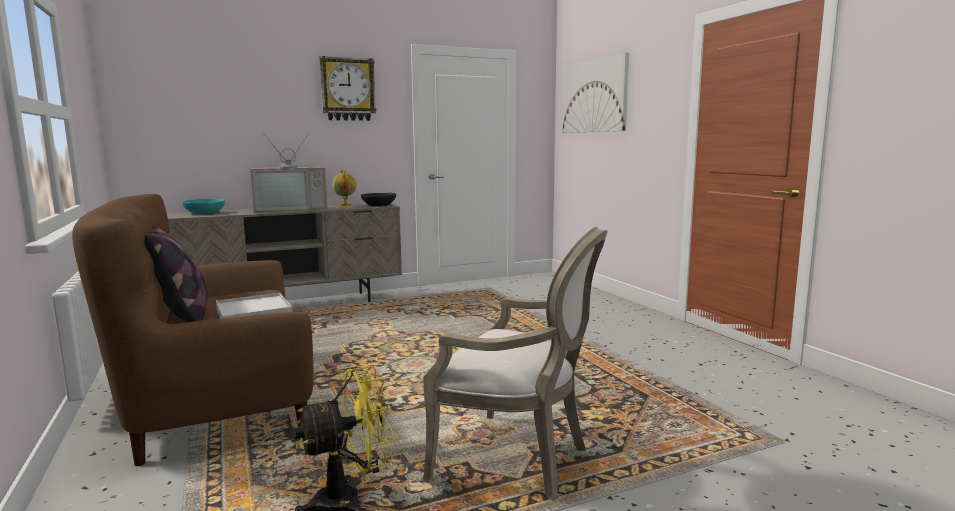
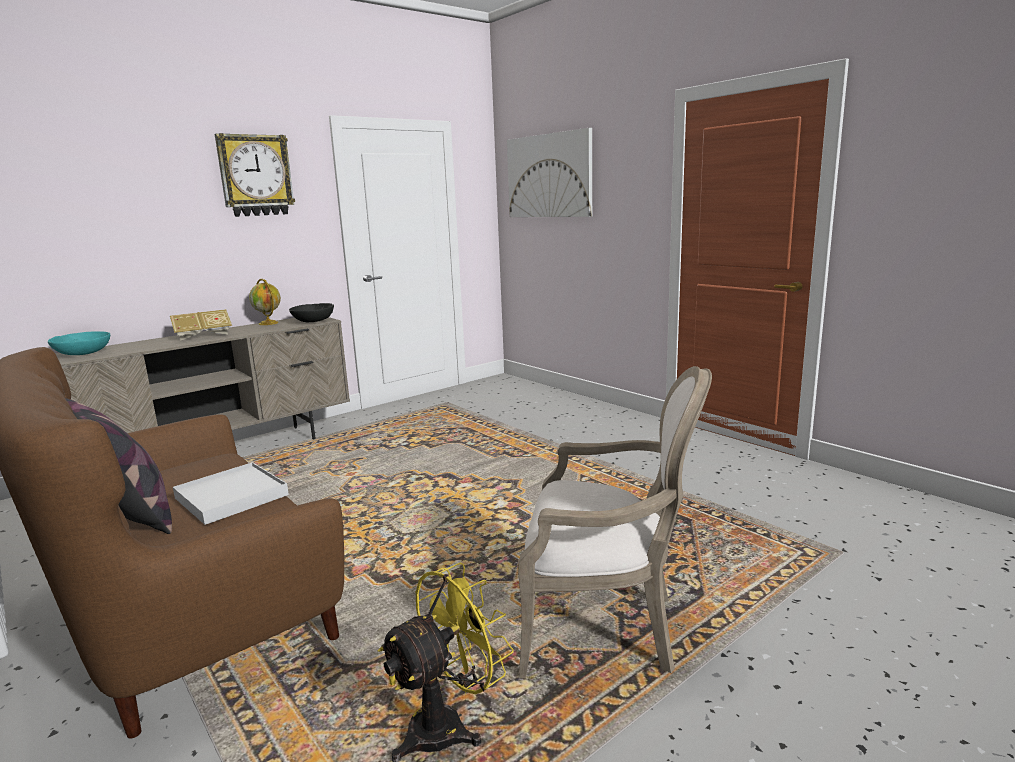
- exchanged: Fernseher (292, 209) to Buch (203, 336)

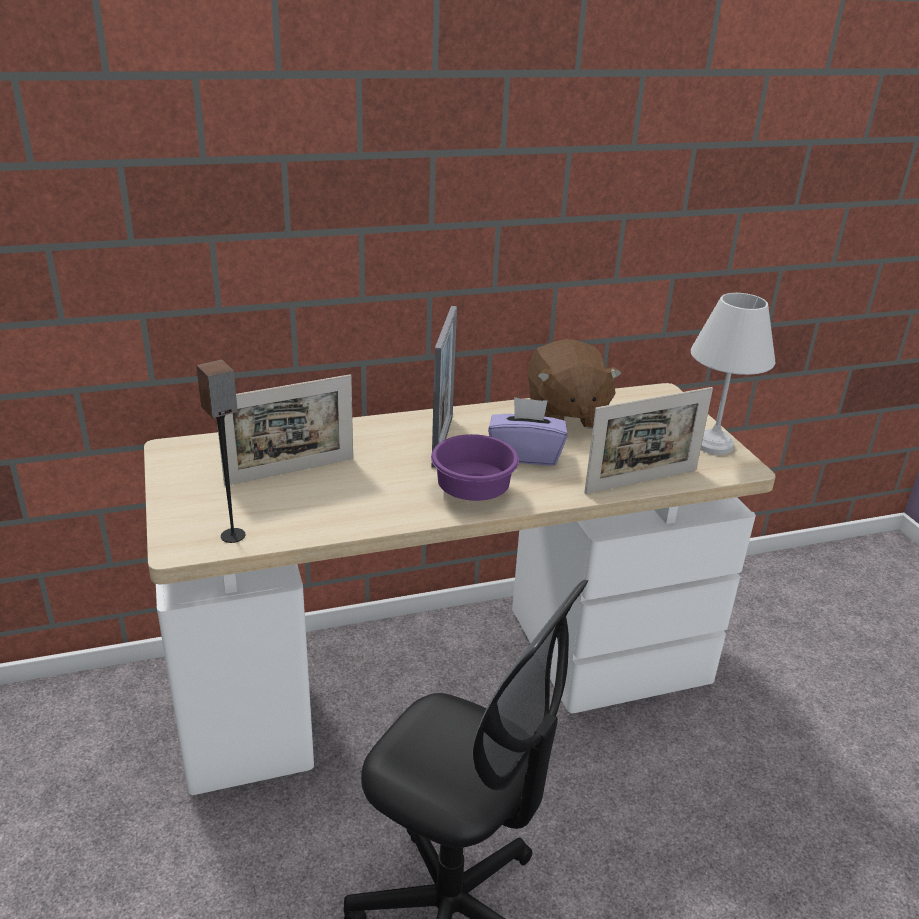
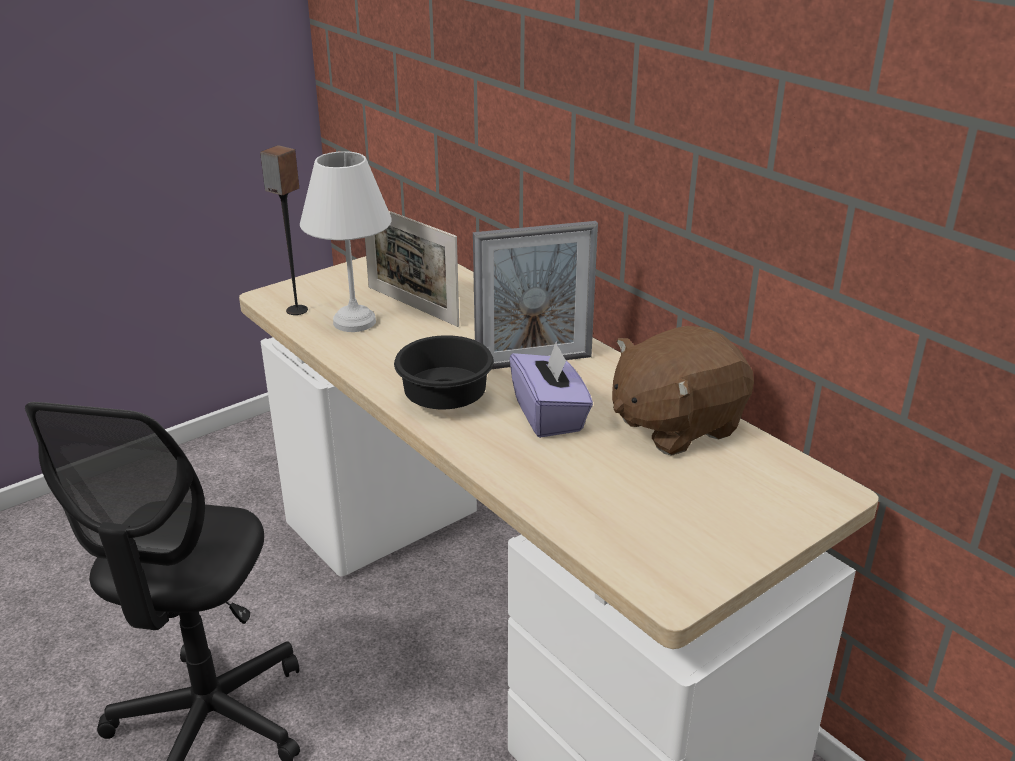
- relocated: Tischlampe/weiß (714, 446) to (352, 322)
- colour: Schüssel/lila (473, 493) to Schüssel/schwarz (442, 400)
- missing: Bilderrahmen (641, 481)

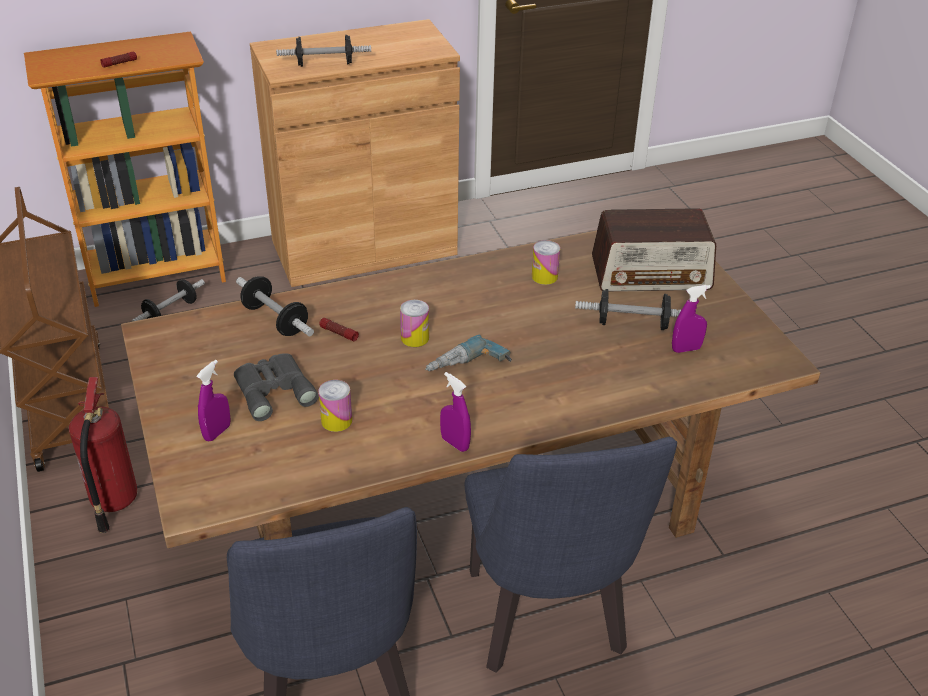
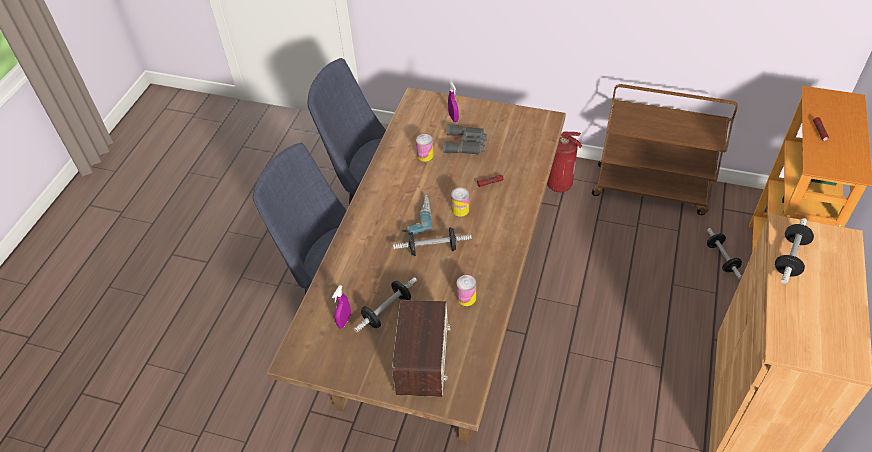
- spun: Radio (651, 273) = (422, 357) 150 degrees clockwise
- relocated: Hantel (275, 320) to (432, 249)
- missing: Sprühflasche/lila (455, 443)

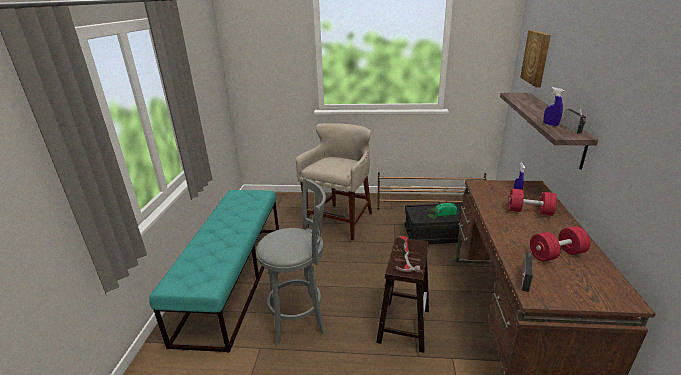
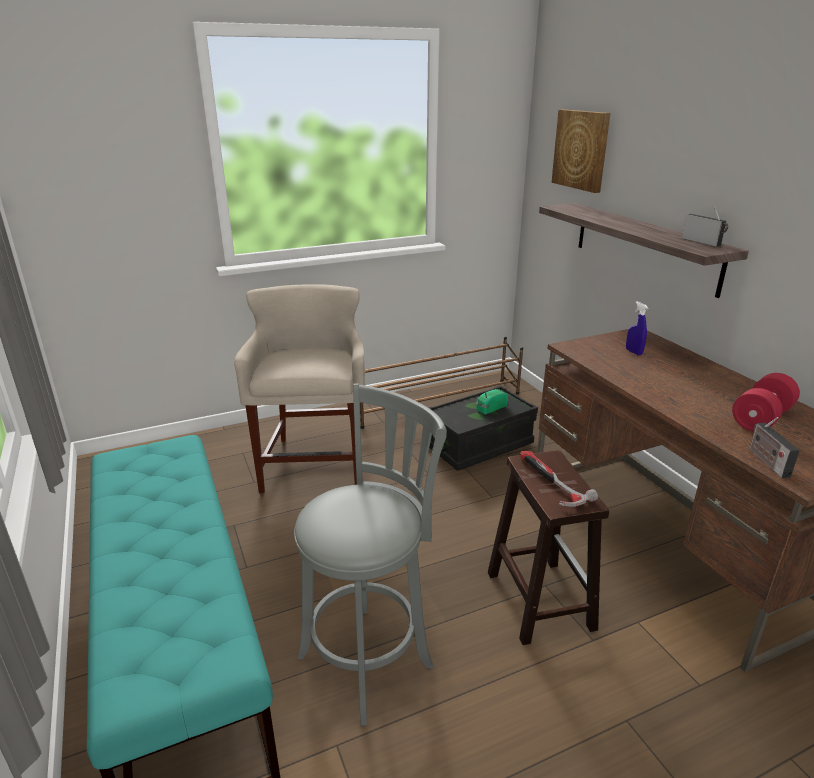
- missing: Hantel/rot (529, 211)
- missing: Sprühflasche/blau (550, 124)

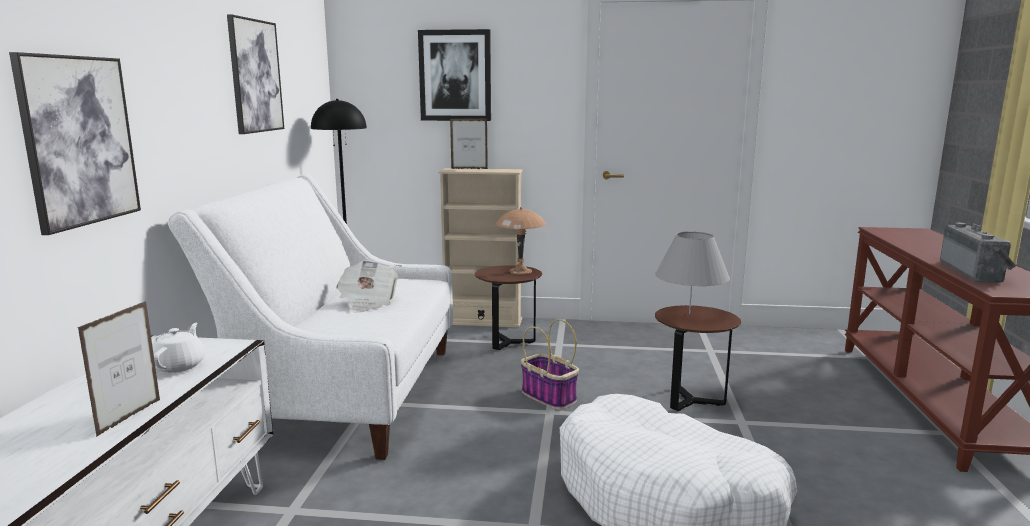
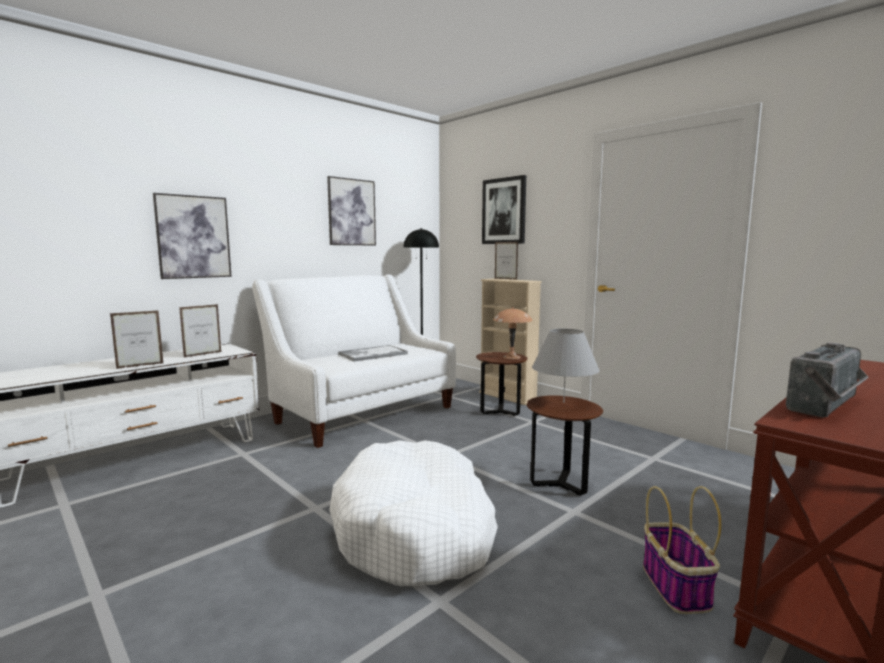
- exchanged: Teekanne/weiß (179, 365) to Bilderrahmen (203, 354)
- exchanged: Zeitung (367, 302) to Tablett (372, 354)
- relocated: Korb (550, 397) to (676, 587)

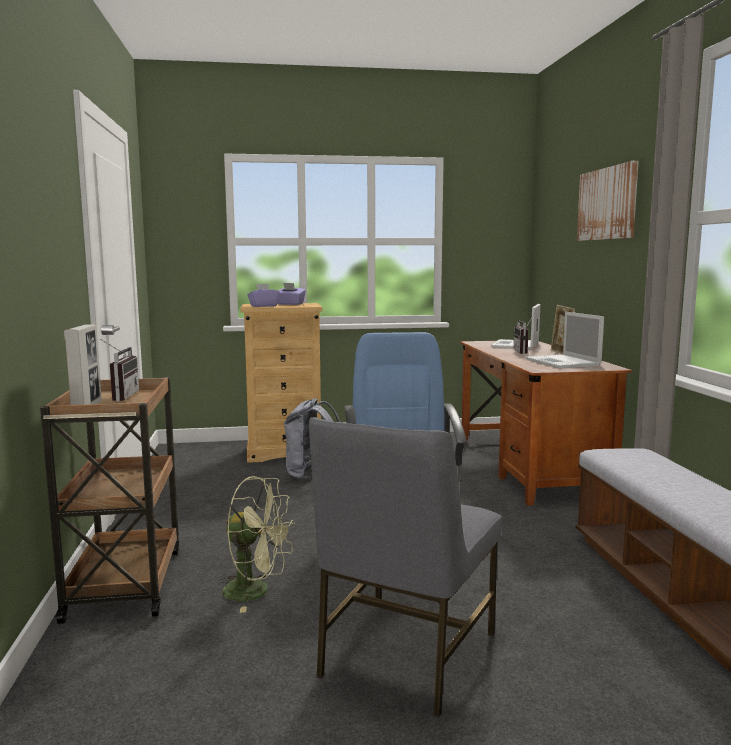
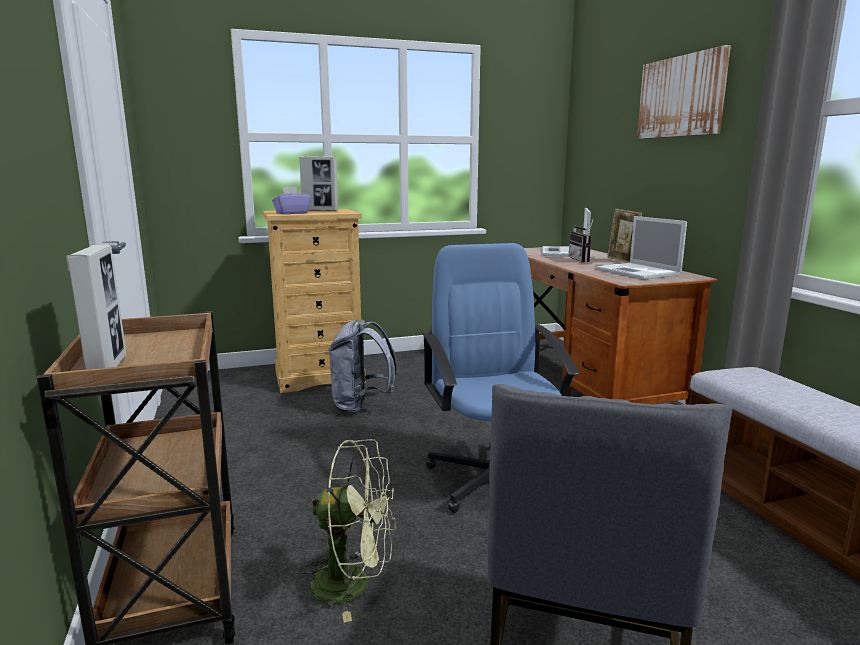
- exchanged: Taschentuchbox/lila (290, 304) to Bilderrahmen (320, 211)
- missing: Radio (120, 396)

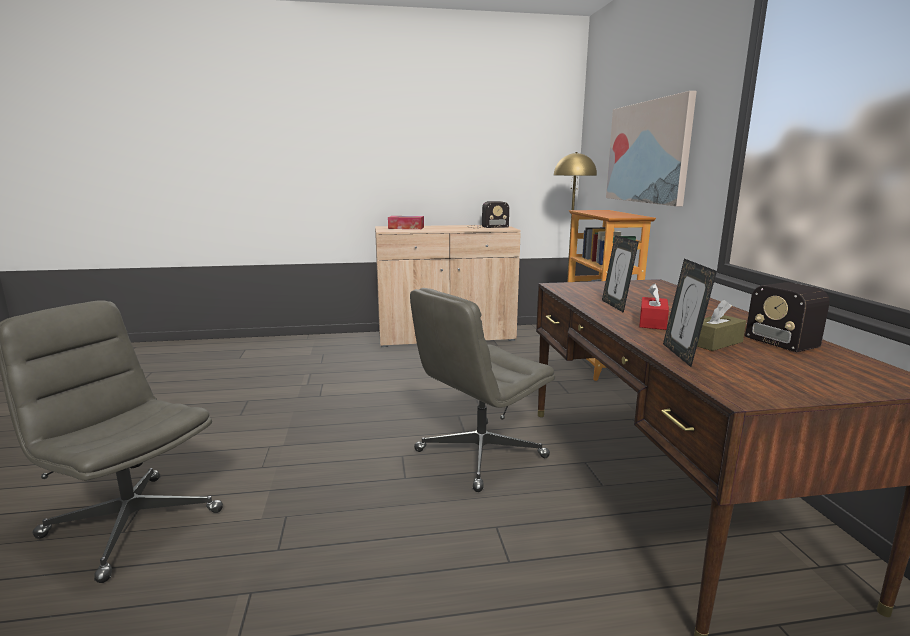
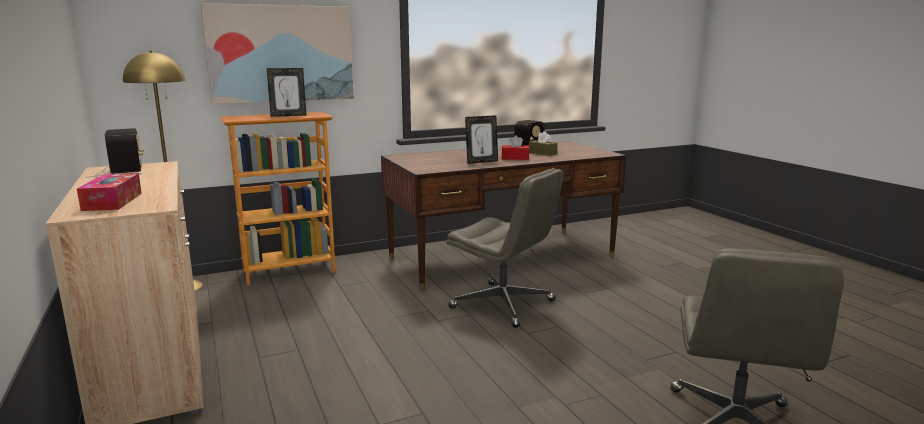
- relocated: Bilderrahmen (681, 354) to (288, 115)

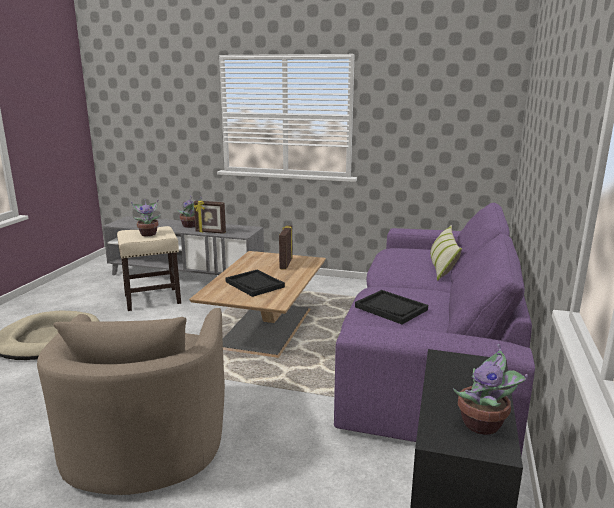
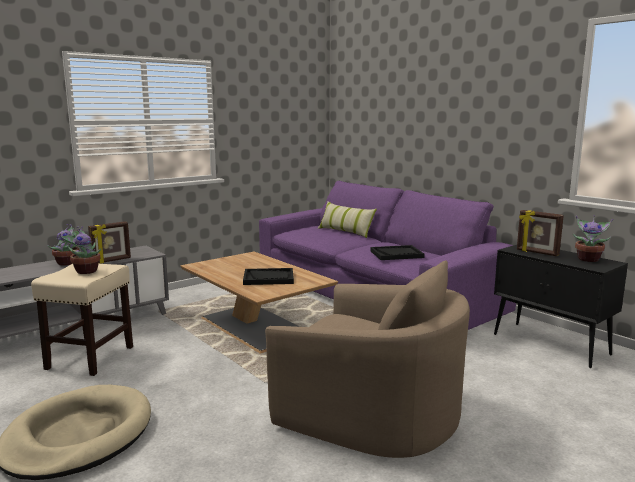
- relocated: Bilderrahmen (285, 264) to (537, 253)

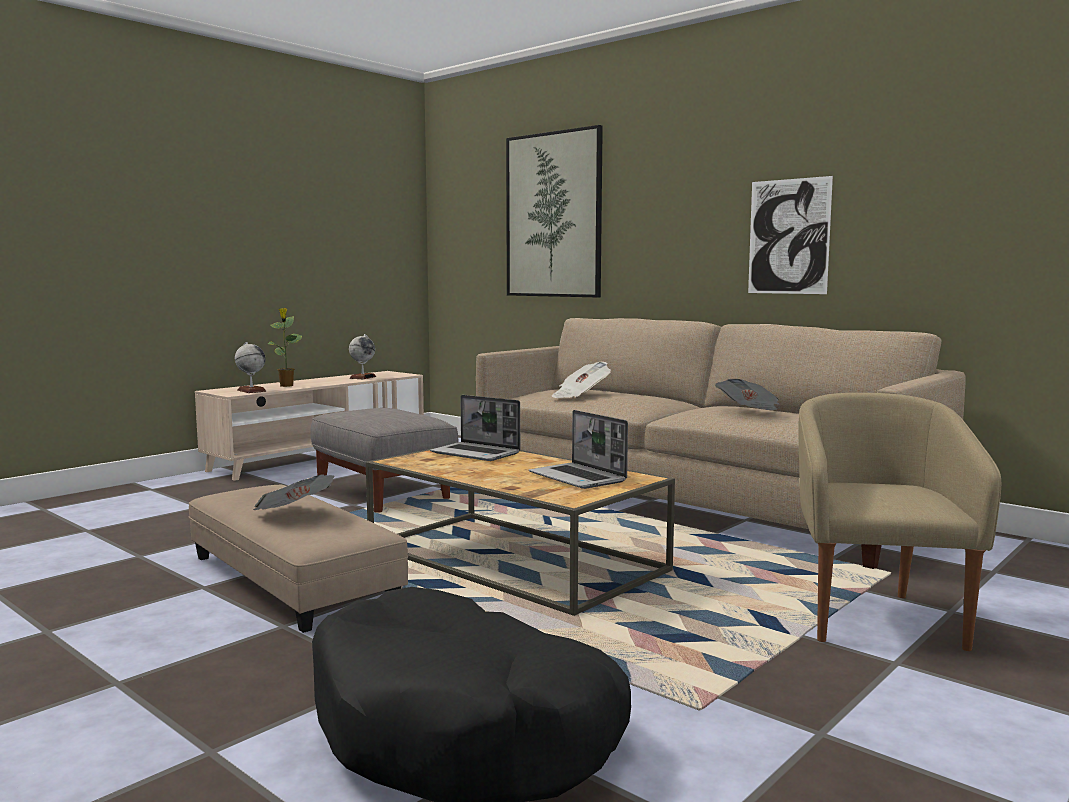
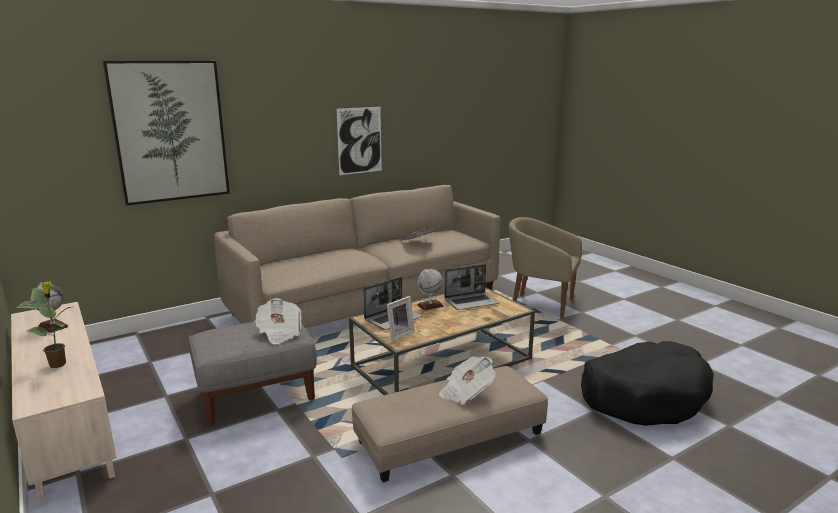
- relocated: Zeitung (580, 396) to (279, 333)
- appeared: Bilderrahmen (399, 334)
- relocated: Globus (251, 391) to (430, 306)

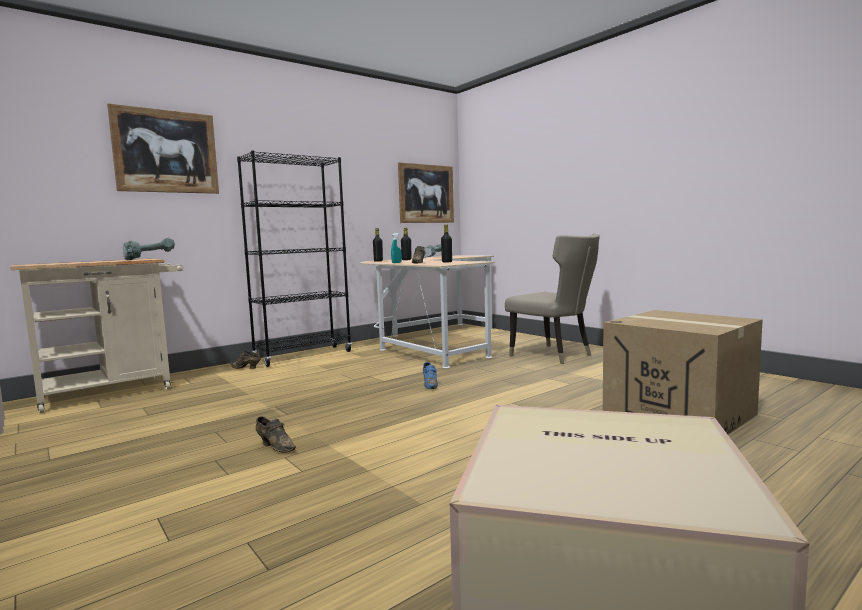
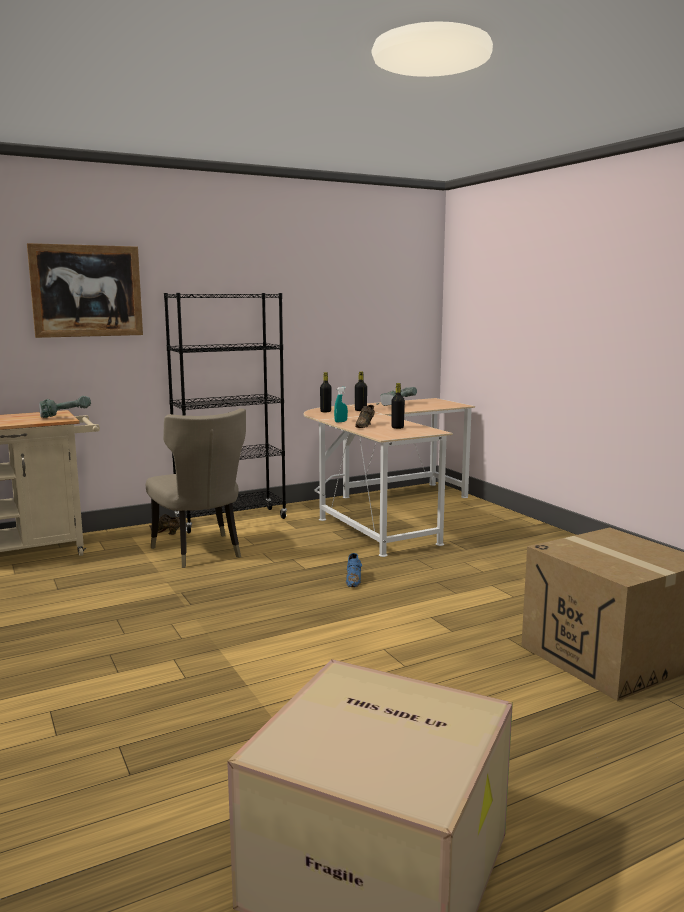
- relocated: Stuhl/beige (554, 355) to (200, 552)
- missing: Schuh/braun (275, 446)
- missing: Bild (426, 194)

